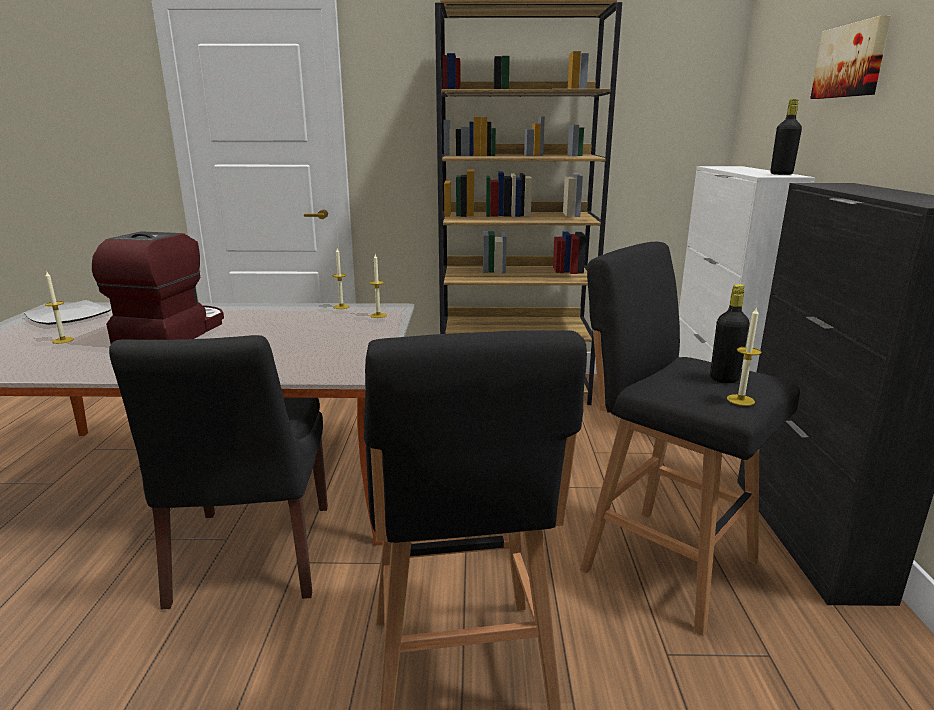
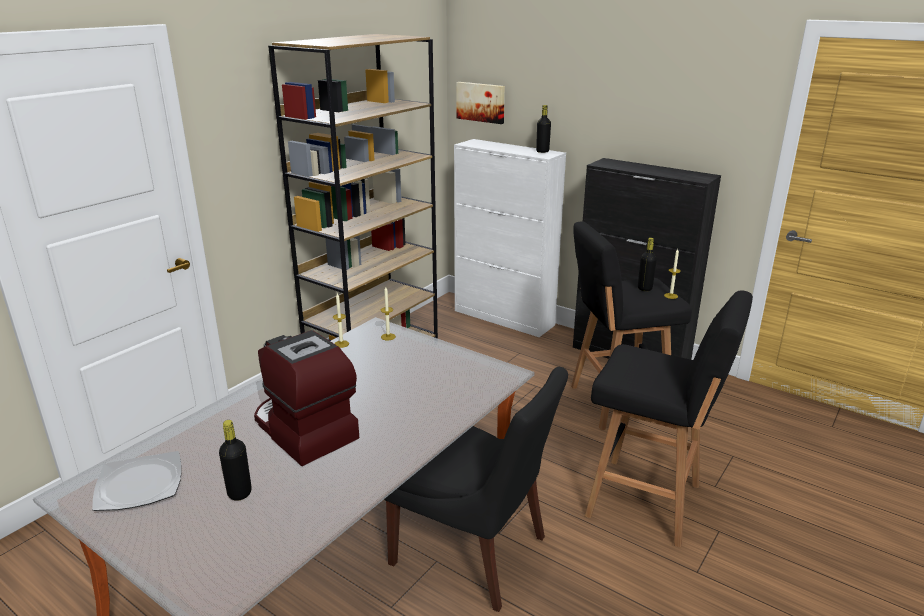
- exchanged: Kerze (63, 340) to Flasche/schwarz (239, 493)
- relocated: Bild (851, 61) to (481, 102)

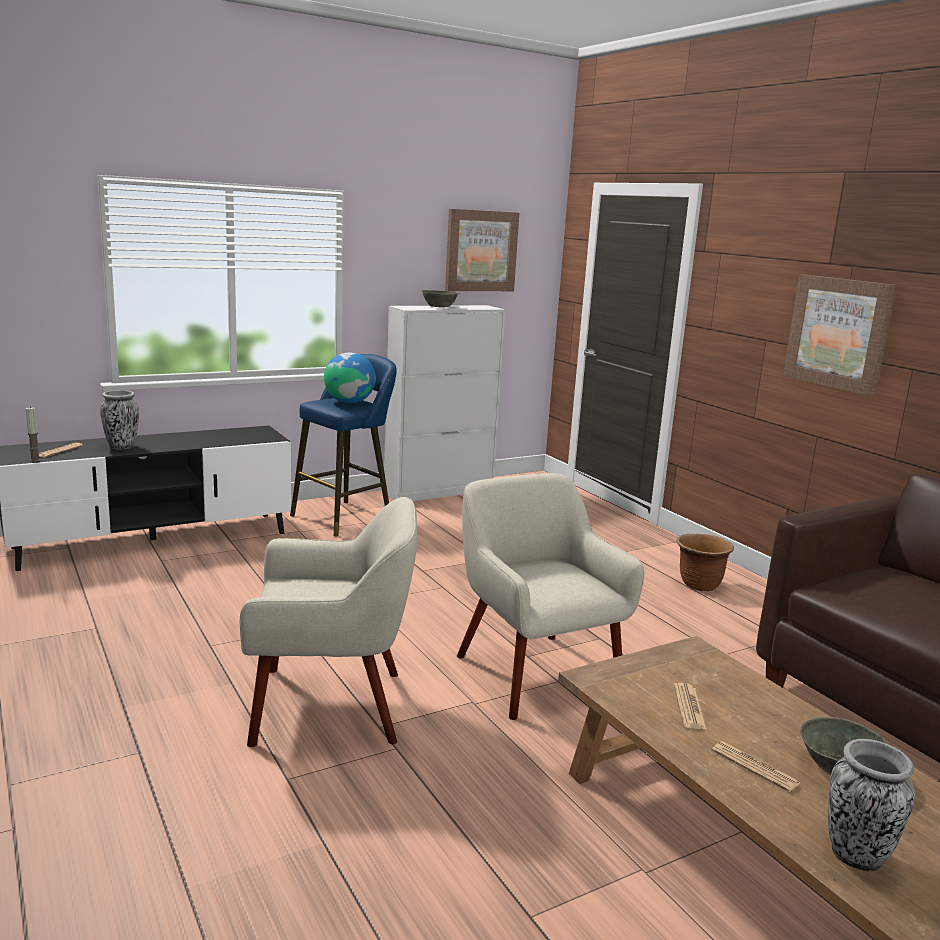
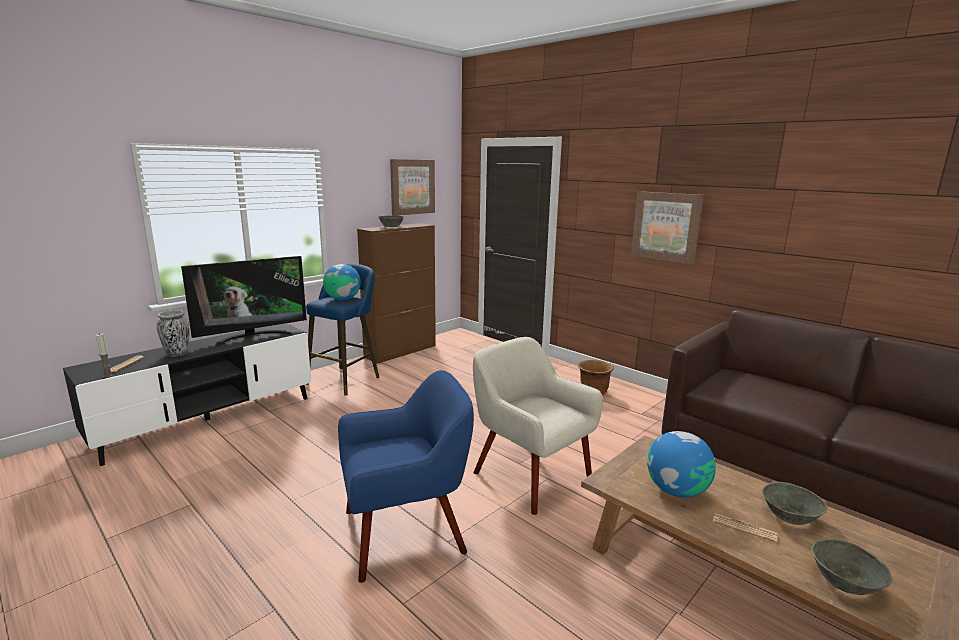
- appeared: Fernseher (252, 337)
- colour: Sessel/beige (331, 705) to Sessel/blau (406, 532)
- colour: Schrank/weiß (439, 491) to Schrank/braun (401, 351)
- exchanged: Zeitung (689, 707) to Globus (676, 490)
- exchanged: Vase (856, 856) to Schüssel/grau (845, 582)

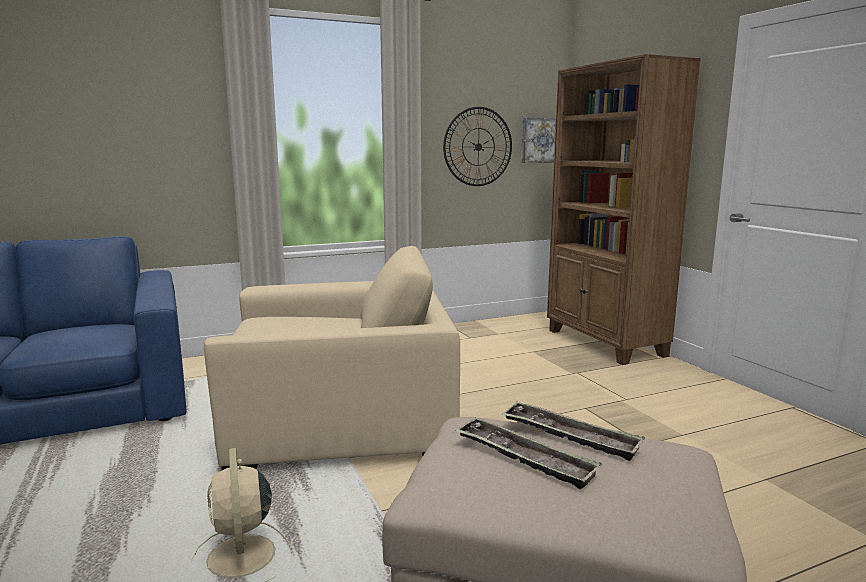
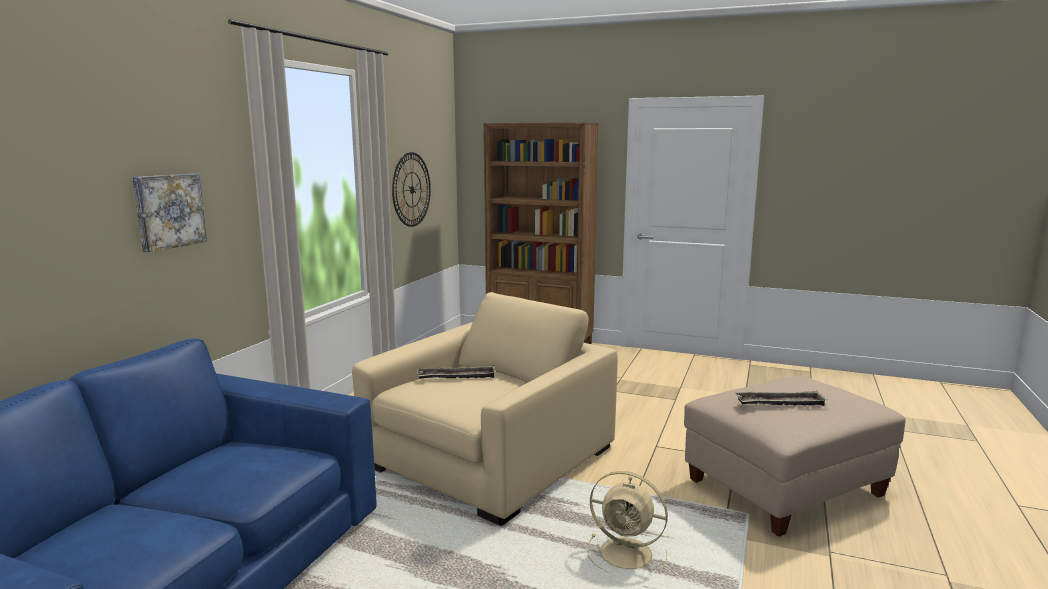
- relocated: Bild (540, 140) to (168, 211)
- relocated: Tablett (569, 436) to (457, 377)

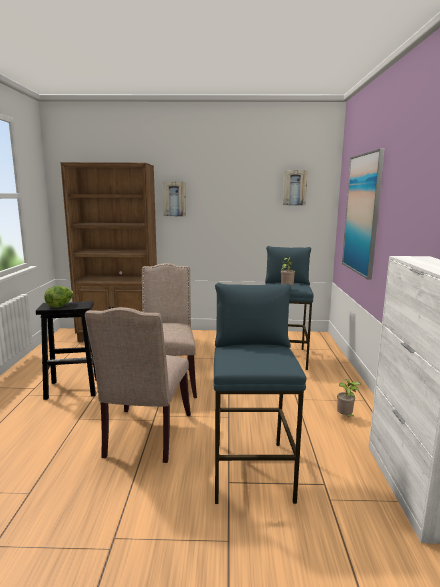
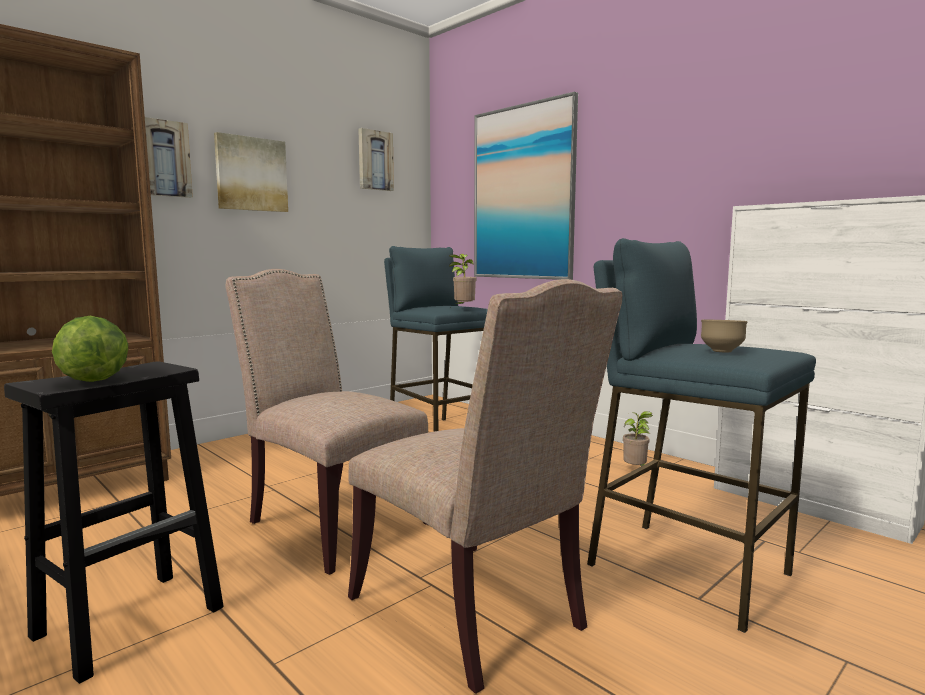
- appeared: Bild (251, 174)
- appeared: Schüssel/braun (721, 352)

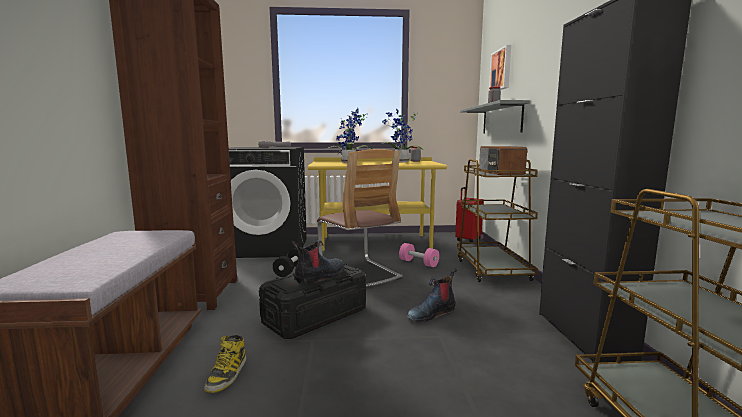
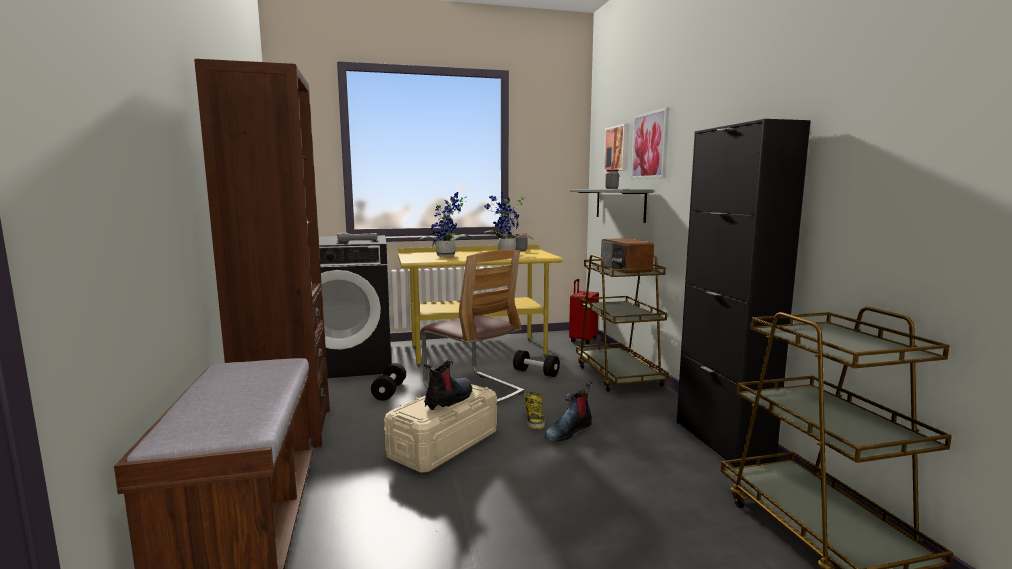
- colour: Aufbewahrungsbox/schwarz (315, 316) to Aufbewahrungsbox/beige (443, 444)
- colour: Hantel/rosa (418, 263) to Hantel/schwarz (536, 373)
- relocated: Stiefel (227, 374) to (534, 420)
- appeared: Bild (650, 145)

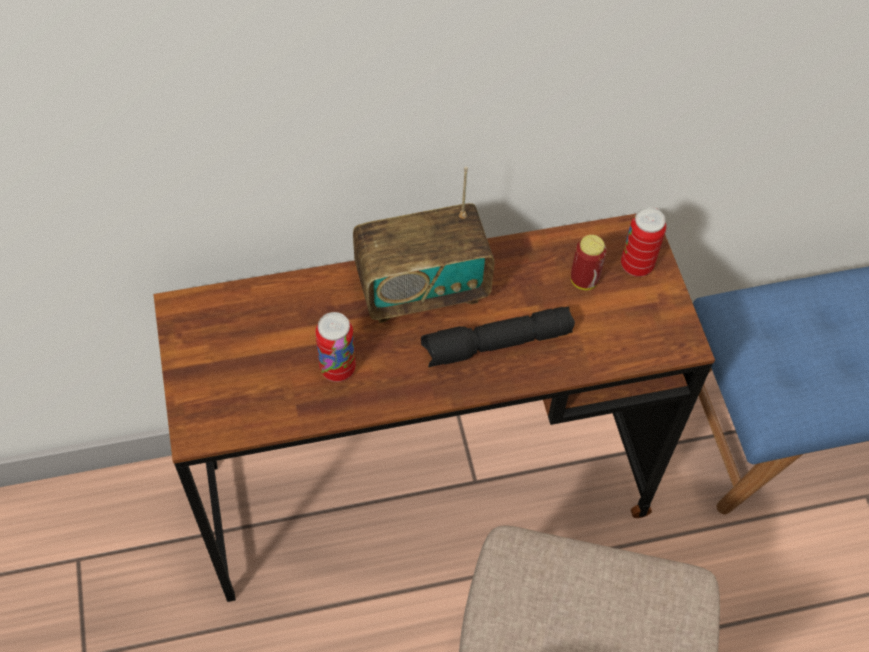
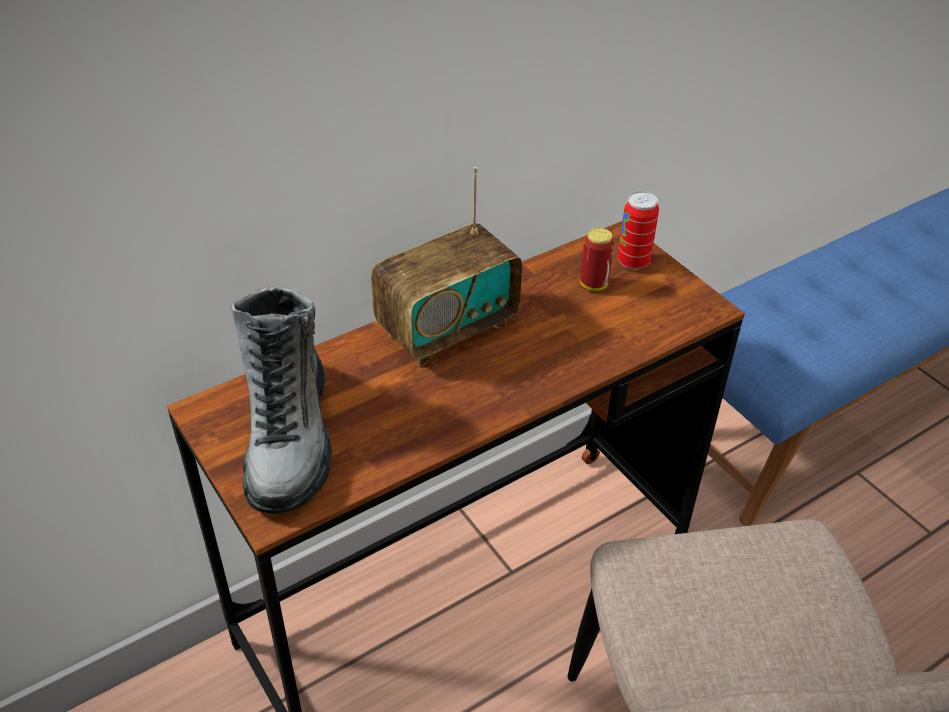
- appeared: Stiefel (289, 437)
- missing: Dose (337, 368)
- missing: Taschenlampe/schwarz (496, 345)

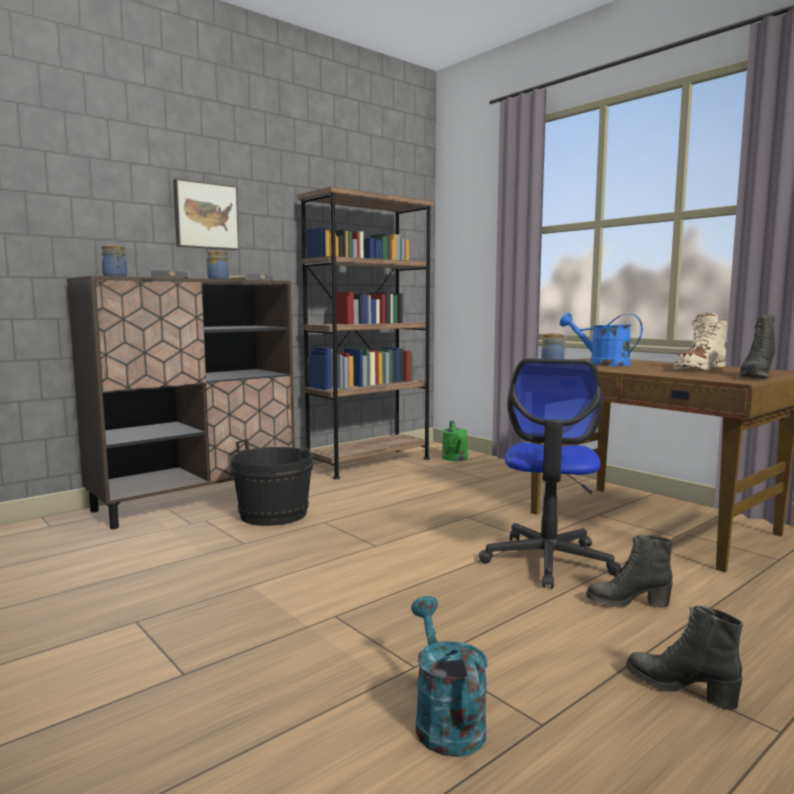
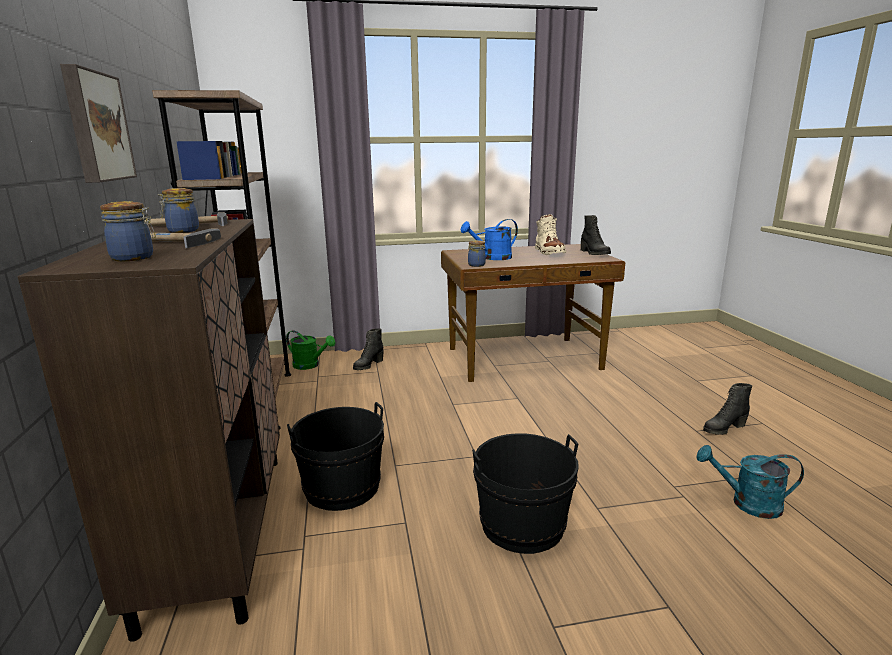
- relocated: Stiefel/schwarz (627, 602) to (368, 365)
- appeared: Eimer/schwarz (522, 525)
- missing: Bürostuhl (548, 561)

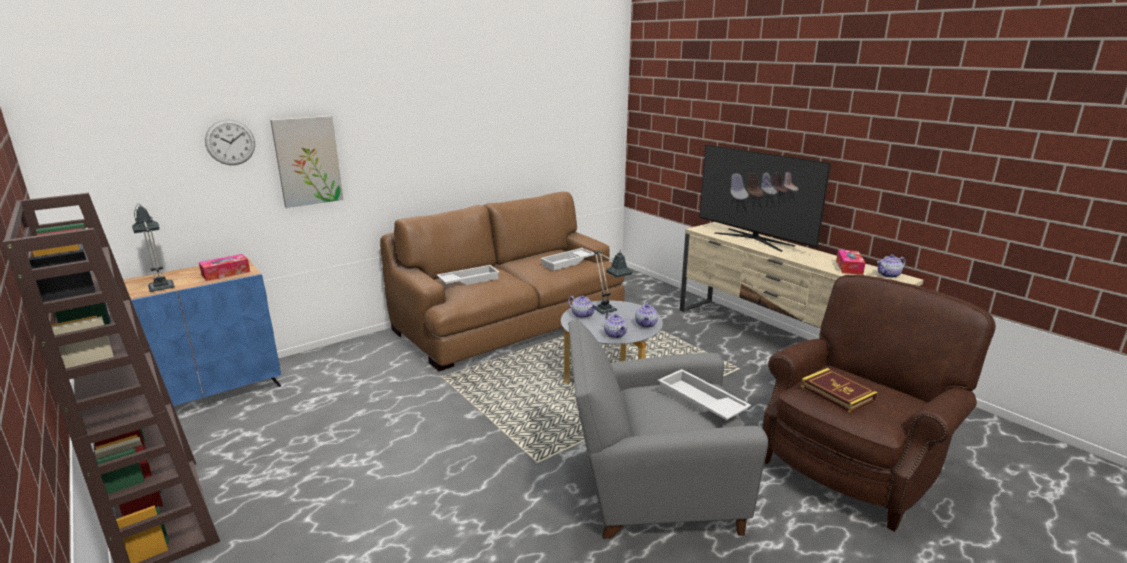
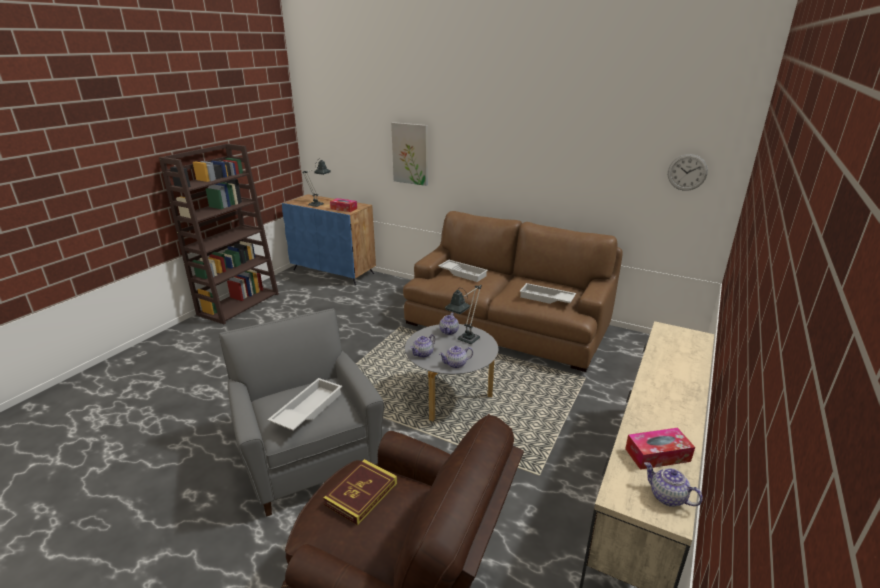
- relocated: Wanduhr (230, 142) to (687, 172)
- missing: Fernseher (753, 239)

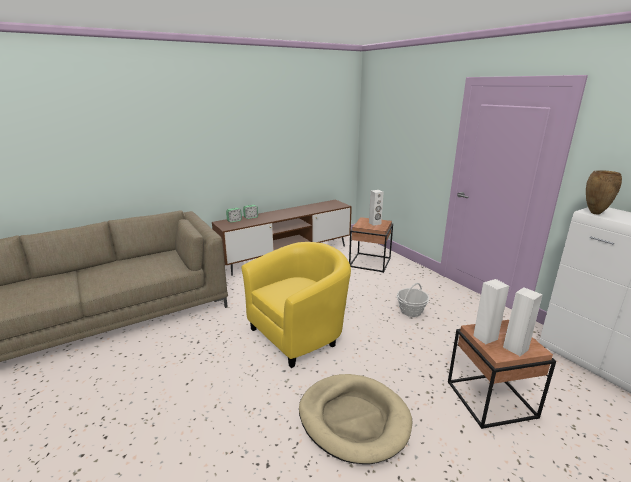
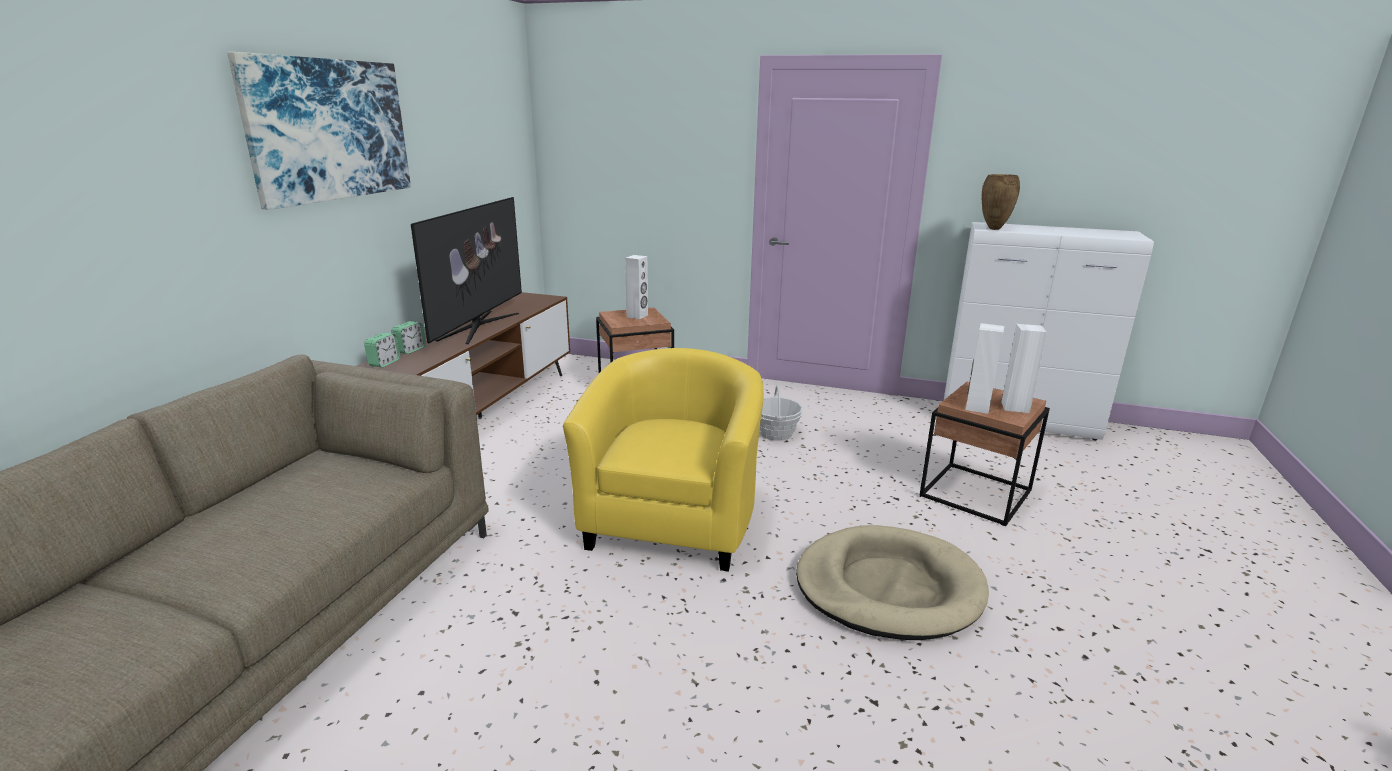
- appeared: Bild (329, 130)
- appeared: Fernseher (478, 326)

